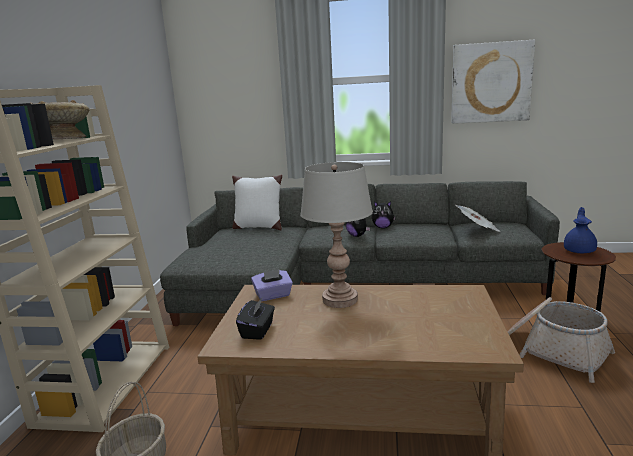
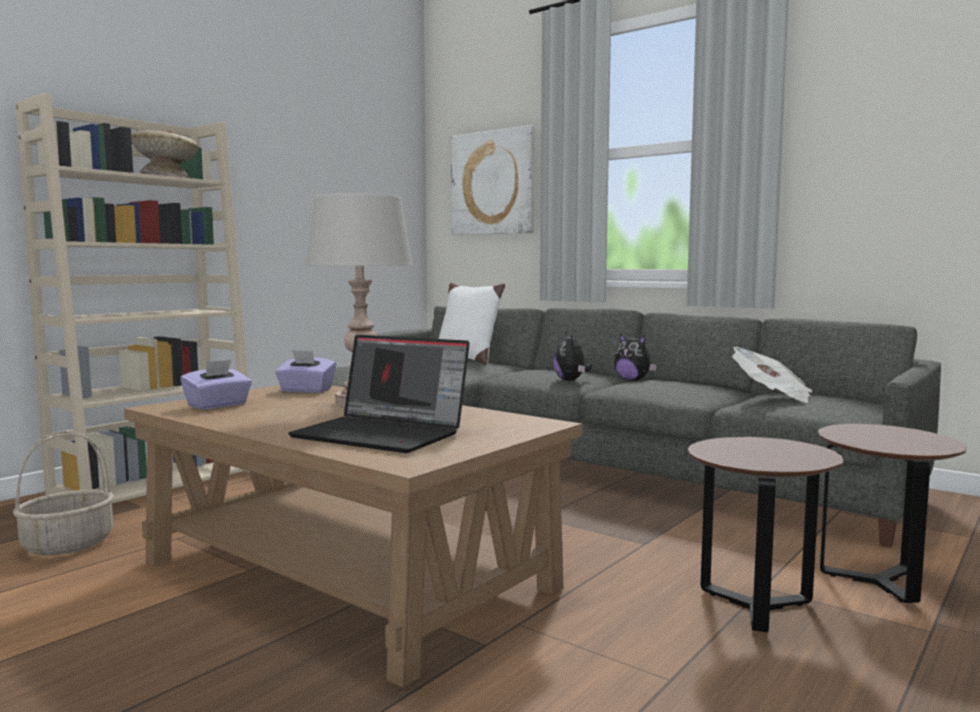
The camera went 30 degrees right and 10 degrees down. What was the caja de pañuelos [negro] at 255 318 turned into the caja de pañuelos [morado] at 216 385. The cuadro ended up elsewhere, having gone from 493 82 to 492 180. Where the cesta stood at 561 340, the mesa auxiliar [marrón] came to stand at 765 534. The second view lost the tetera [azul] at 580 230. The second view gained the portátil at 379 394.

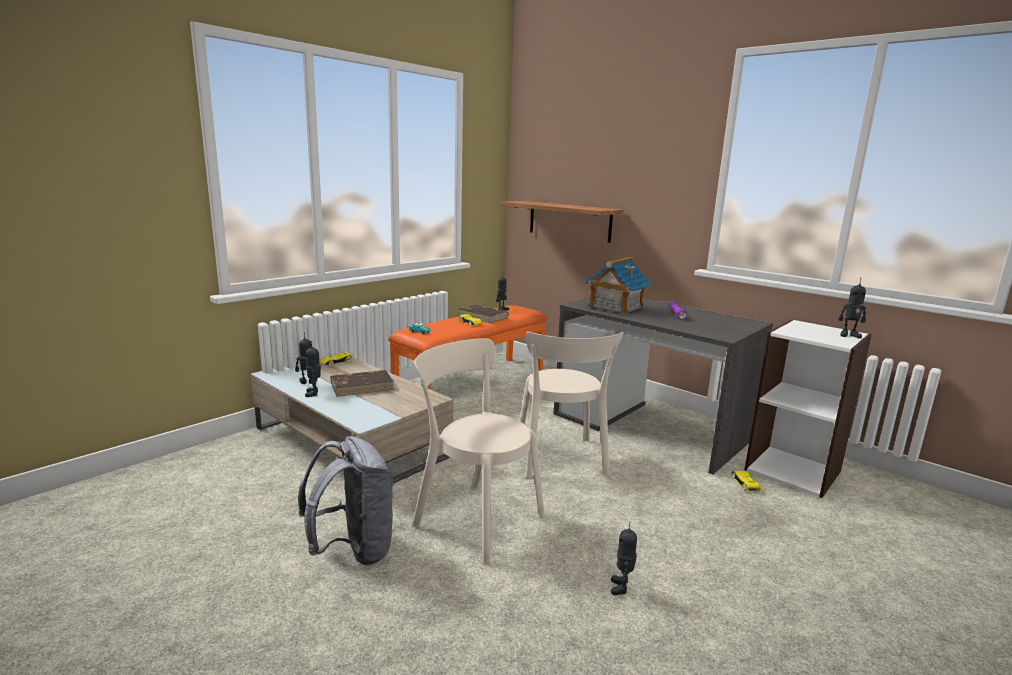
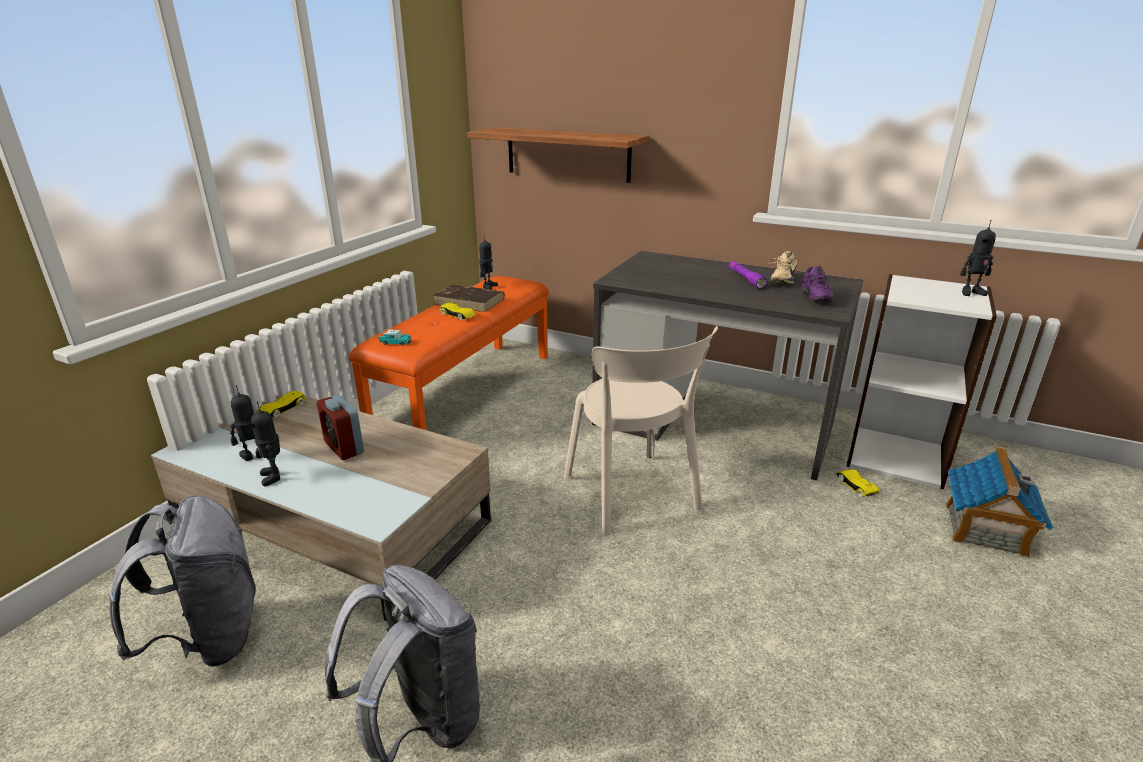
The camera went 15 degrees left and 10 degrees up. Where the libro [marrón] stood at 362 383, the despertador came to stand at 340 427. The second view lost the silla [beis] at 478 451. The casita ended up elsewhere, having gone from 618 286 to 1000 502. The second view lost the robot de juguete at 624 558. The second view gained the mochila [gris] at 182 581. The second view gained the zapato [beis] at 782 267. The second view gained the zapato [morado] at 817 284.

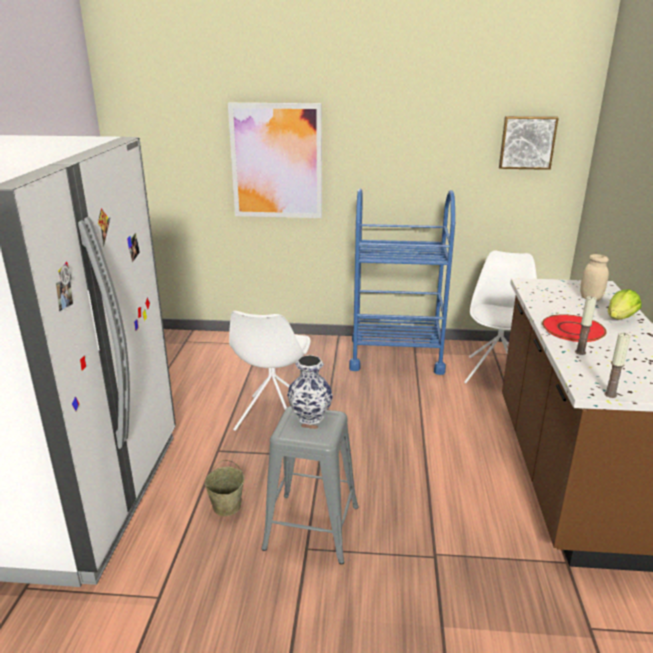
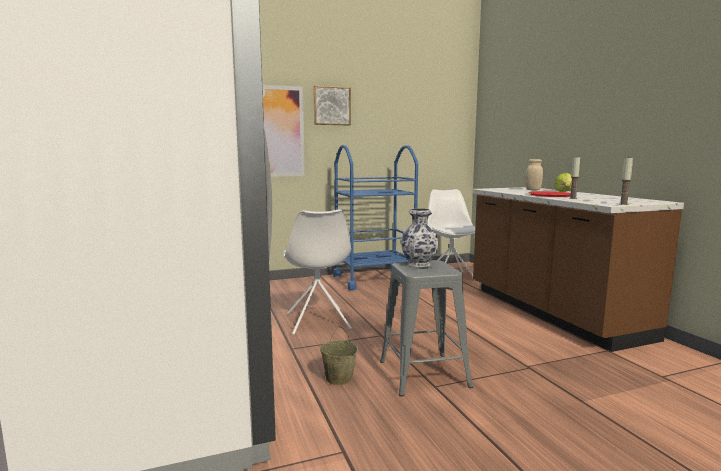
The camera went 25 degrees left and 15 degrees down. The cuadro ended up elsewhere, having gone from 529 143 to 332 105.

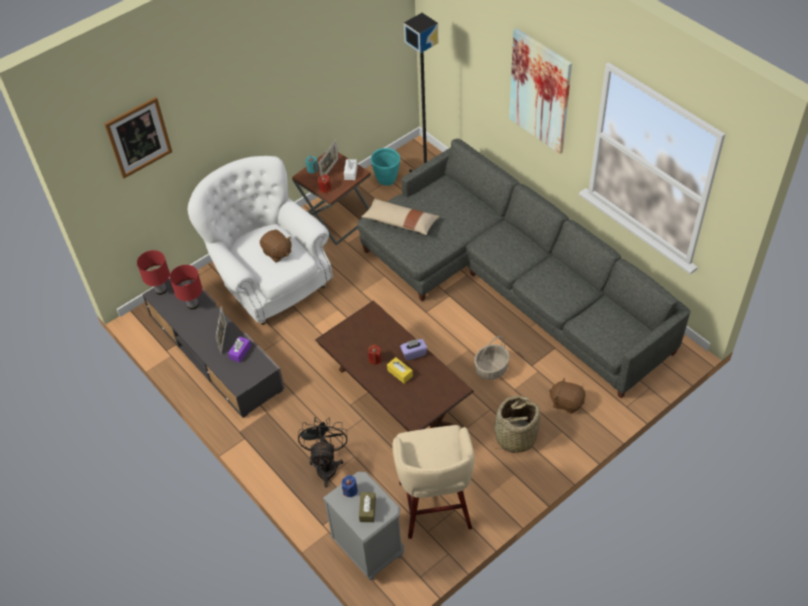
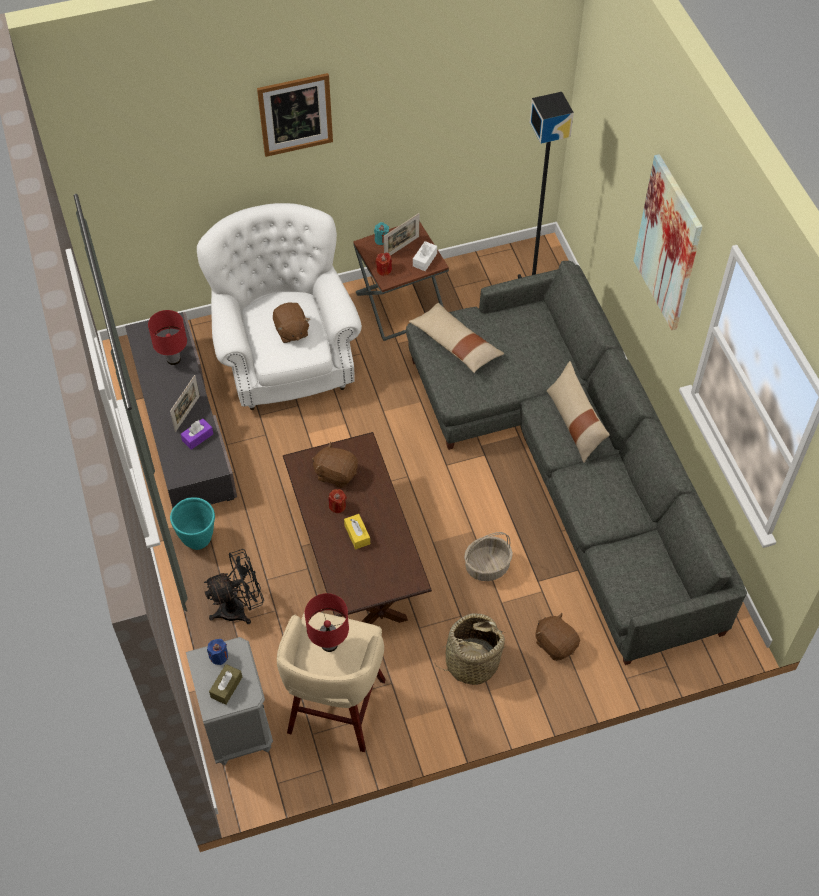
The camera went 20 degrees right and 5 degrees up. The cuadro ended up elsewhere, having gone from 138 138 to 295 115. The lámpara de mesa [rojo] ended up elsewhere, having gone from 153 272 to 327 622. The ventilador [negro] at 322 452 ended up facing another way, 45 degrees clockwise from before. The maceta [turquesa] ended up elsewhere, having gone from 385 167 to 192 523. The second view lost the caja de pañuelos [morado] at 414 350. The second view gained the peluche [marrón] at 335 465. The second view gained the cojín [beis] at 578 412.

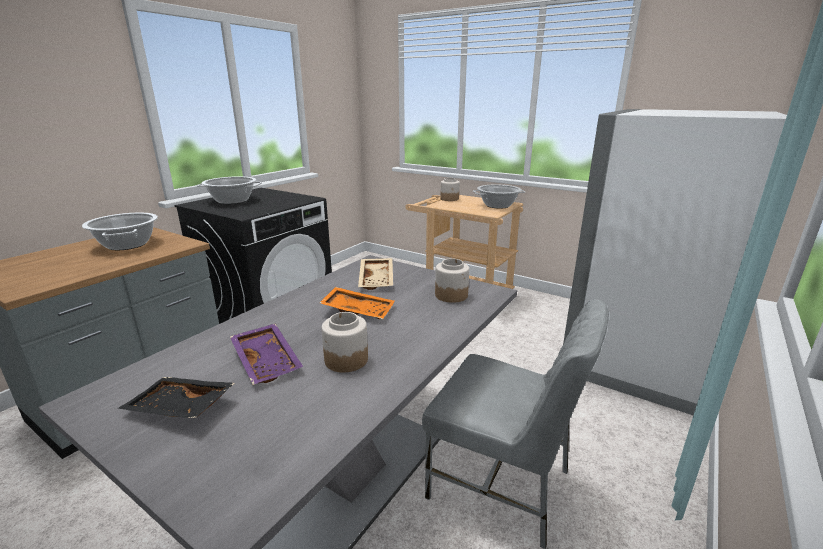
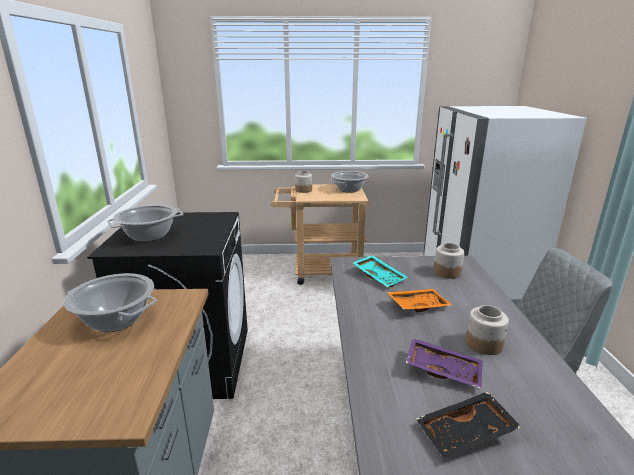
The camera went 35 degrees left and 0 degrees up. What was the bandeja [beis] at 375 274 turned into the bandeja [turquesa] at 380 271.

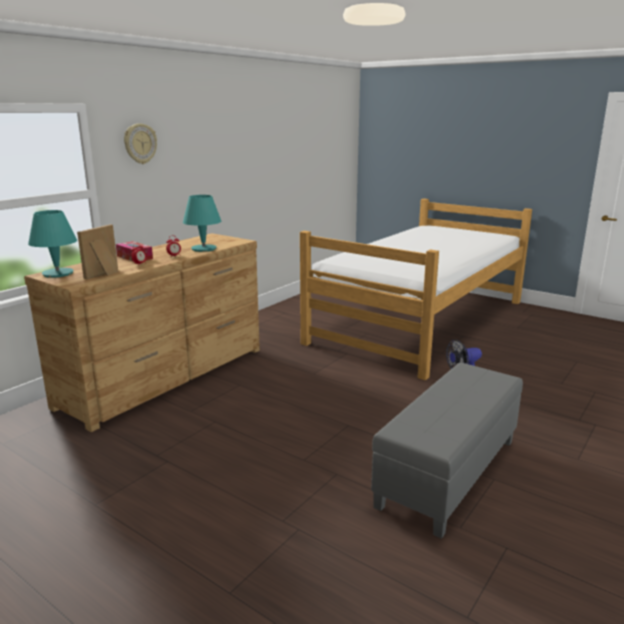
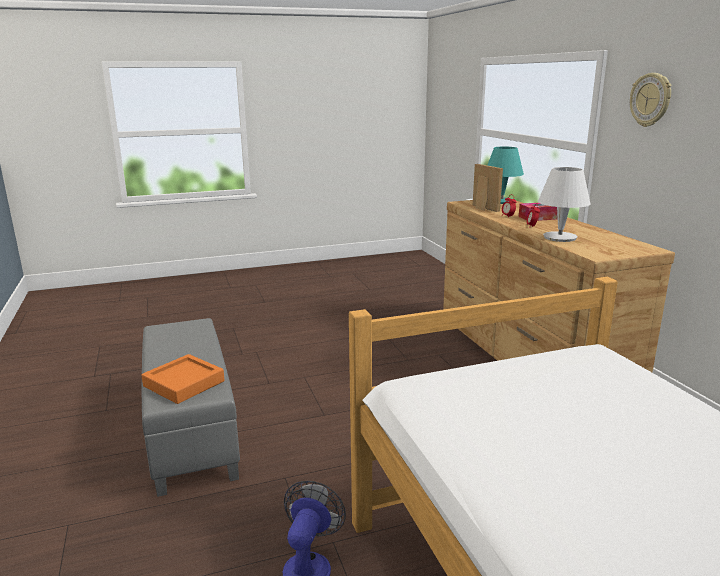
The camera went 125 degrees right and 0 degrees up. What was the lámpara de mesa [turquesa] at 202 223 turned into the lámpara de mesa [blanco] at 564 204. The second view gained the bandeja [naranja] at 182 379.

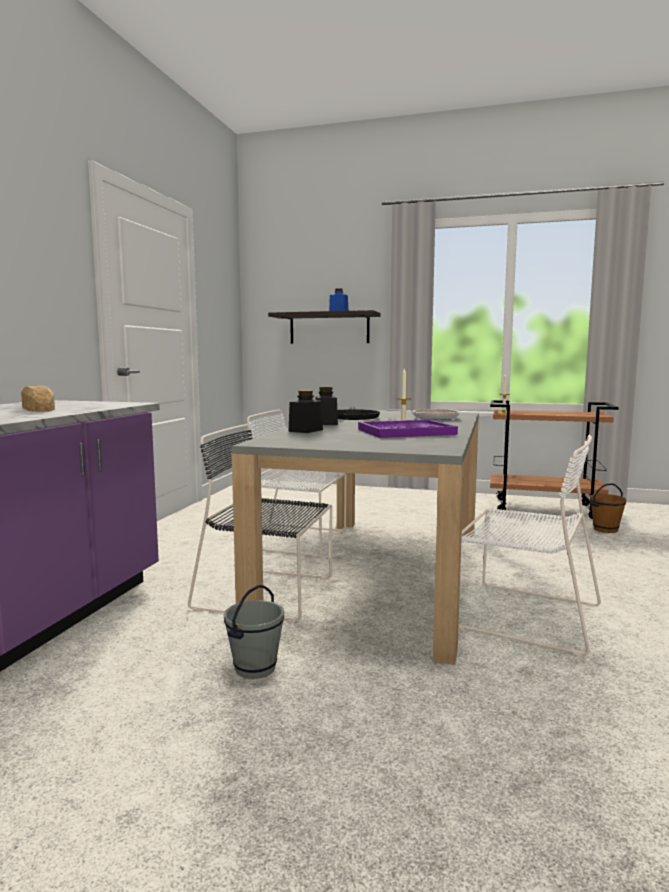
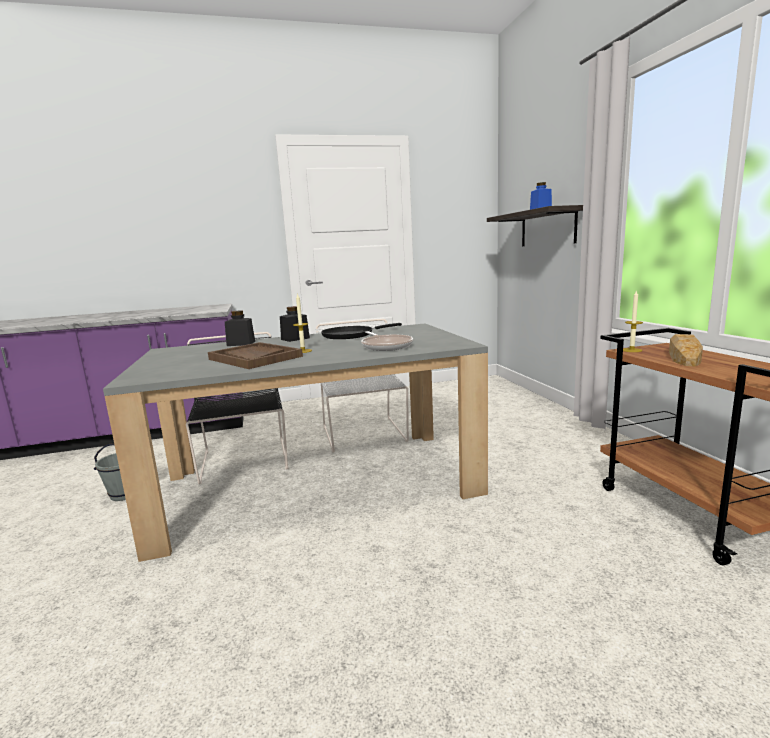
The camera went 60 degrees right and 5 degrees up. The pan ended up elsewhere, having gone from 38 399 to 686 350. What was the bandeja [morado] at 408 429 turned into the bandeja [marrón] at 255 355. The second view lost the silla [blanco] at 529 545. The second view lost the cubo [marrón] at 608 508.

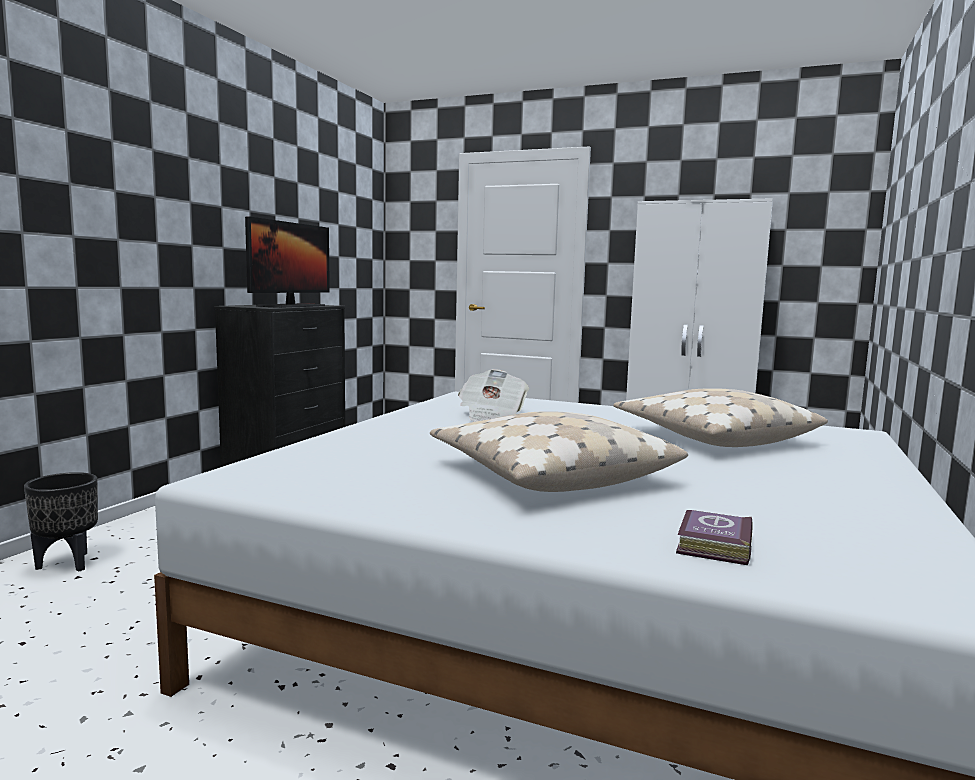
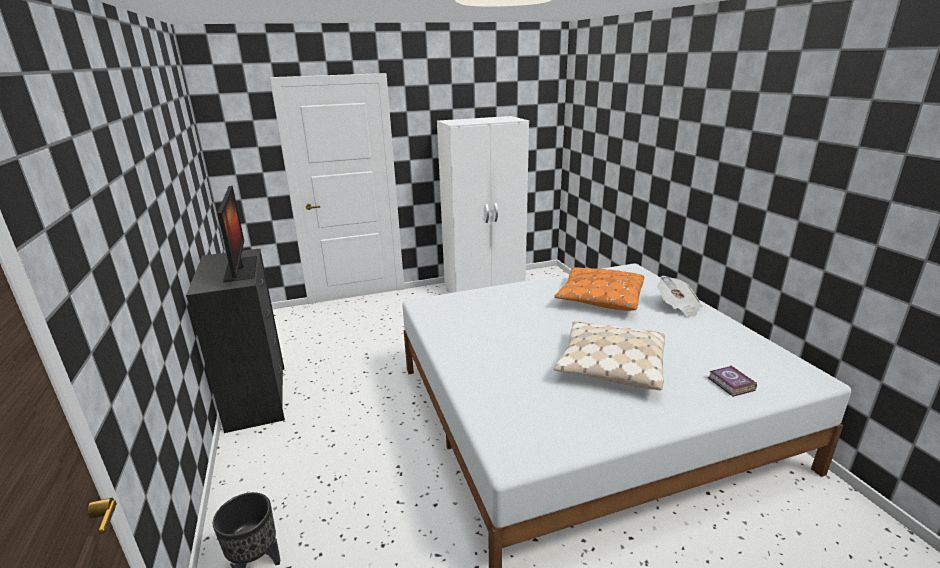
The camera went 40 degrees left and 15 degrees up. The periódico ended up elsewhere, having gone from 493 395 to 679 297. What was the cojín [beis] at 720 417 turned into the cojín [naranja] at 599 289.

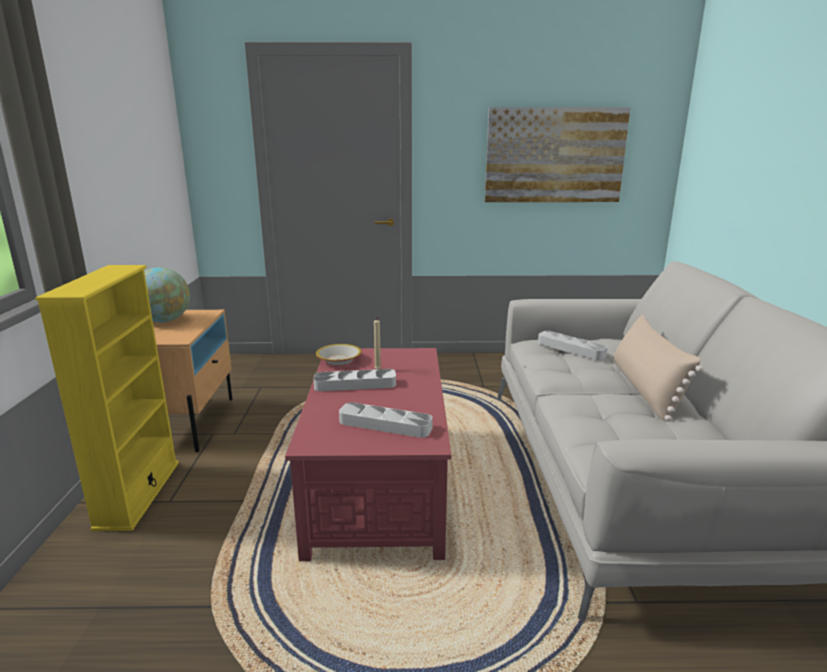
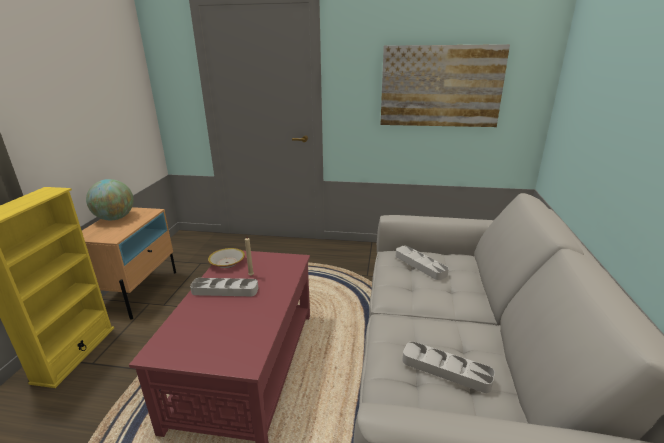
The camera went 10 degrees right and 5 degrees up. The bandeja [gris] ended up elsewhere, having gone from 386 420 to 449 367. The second view lost the cojín [beis] at 658 368.

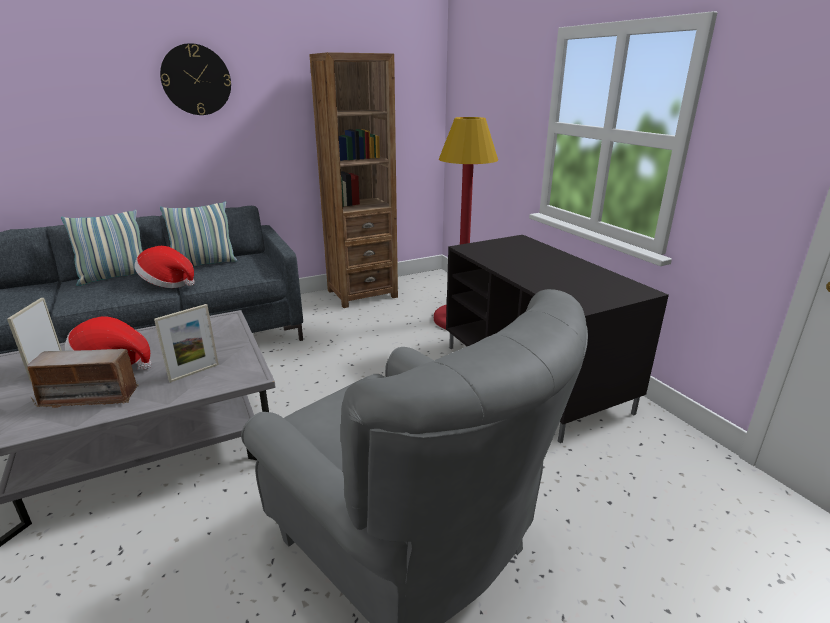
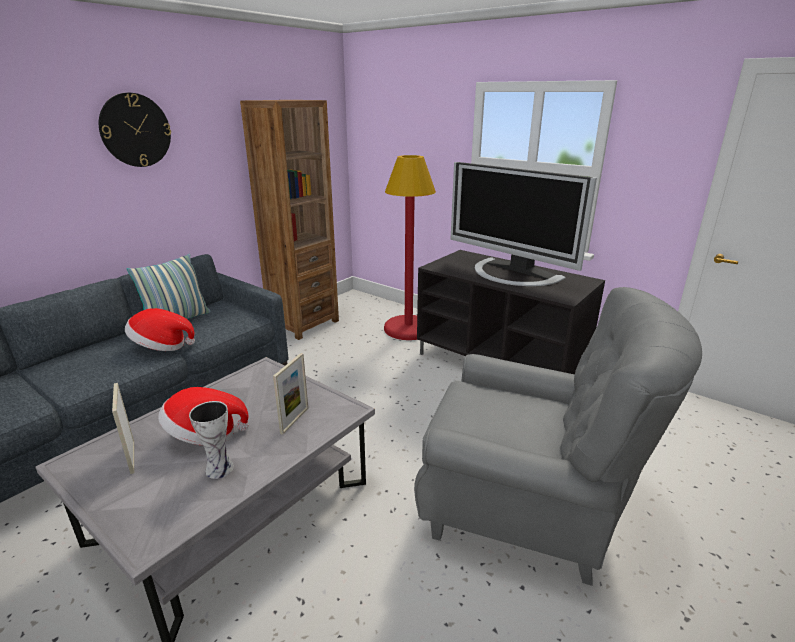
The camera went 25 degrees left and 0 degrees up. Where the radio stood at 83 378, the florero came to stand at 211 440. The second view lost the cojín at 102 248. The second view gained the televisor at 523 224.

